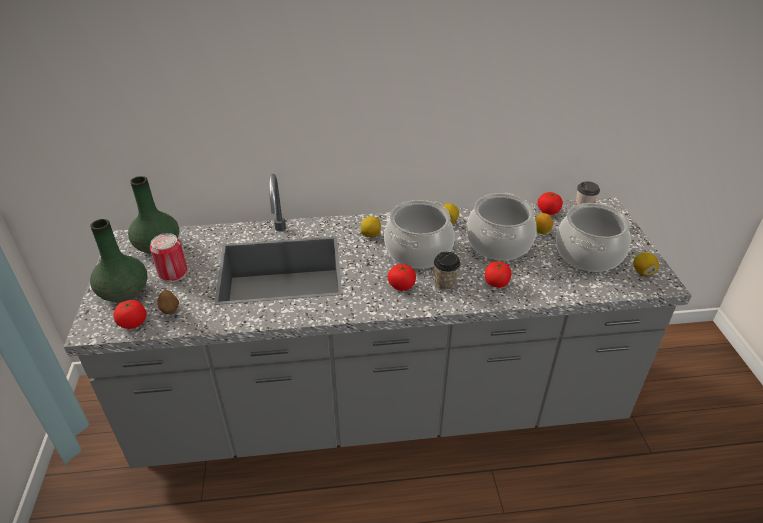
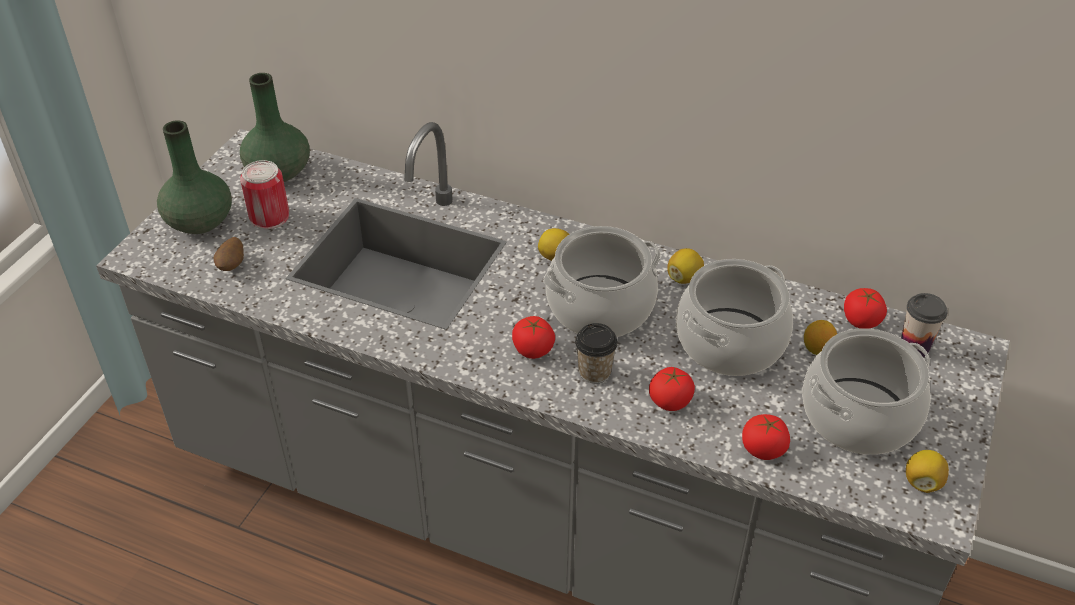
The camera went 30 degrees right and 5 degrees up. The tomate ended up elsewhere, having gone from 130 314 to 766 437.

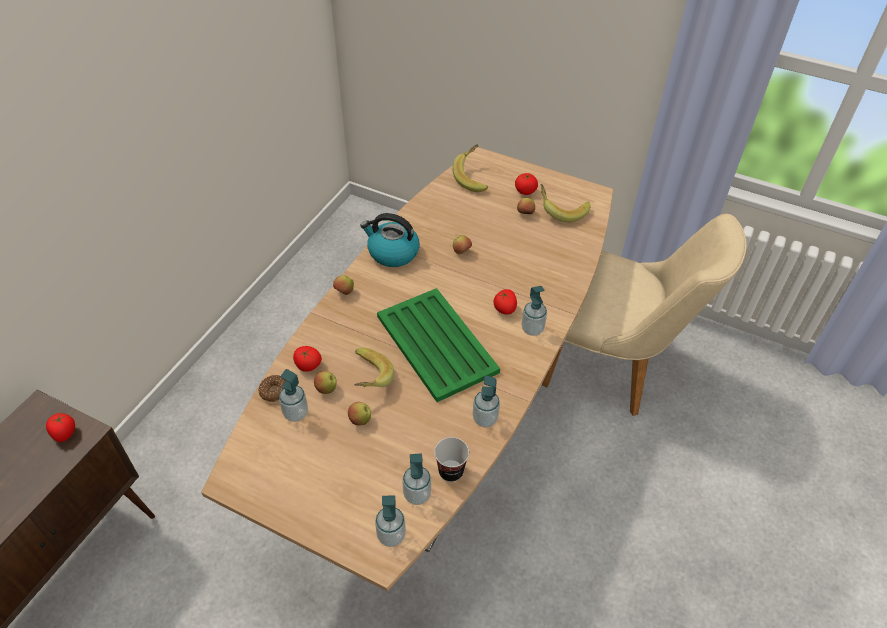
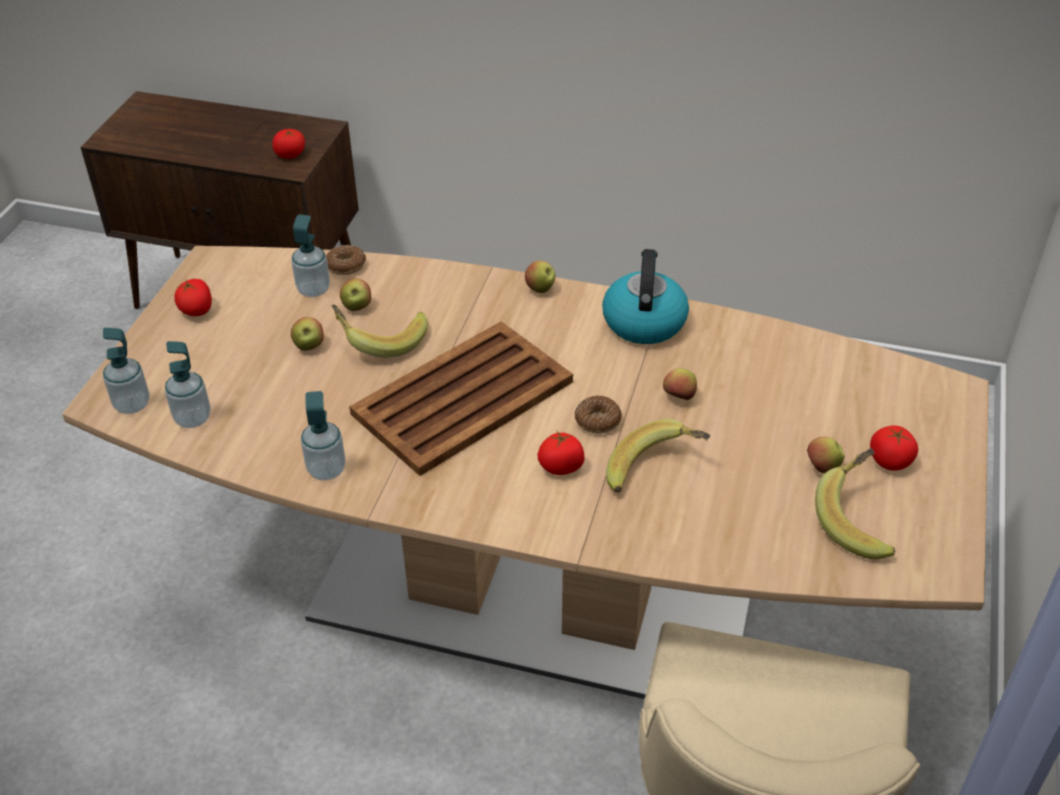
The camera went 80 degrees right and 5 degrees down. The tomate ended up elsewhere, having gone from 307 359 to 193 297. What was the bandeja [verde] at 438 345 turned into the bandeja [marrón] at 461 398. The second view lost the taza at 451 459. The plátano ended up elsewhere, having gone from 470 168 to 658 456. The second view lost the dispensador de jabón at 534 311. The second view gained the rosquilla at 598 414.

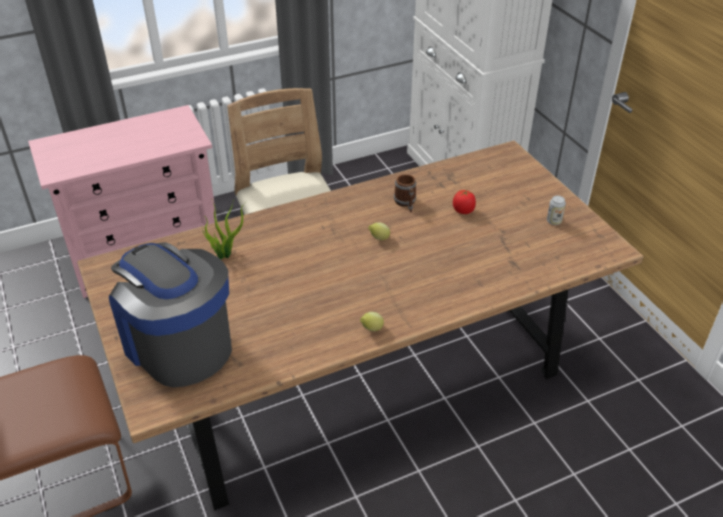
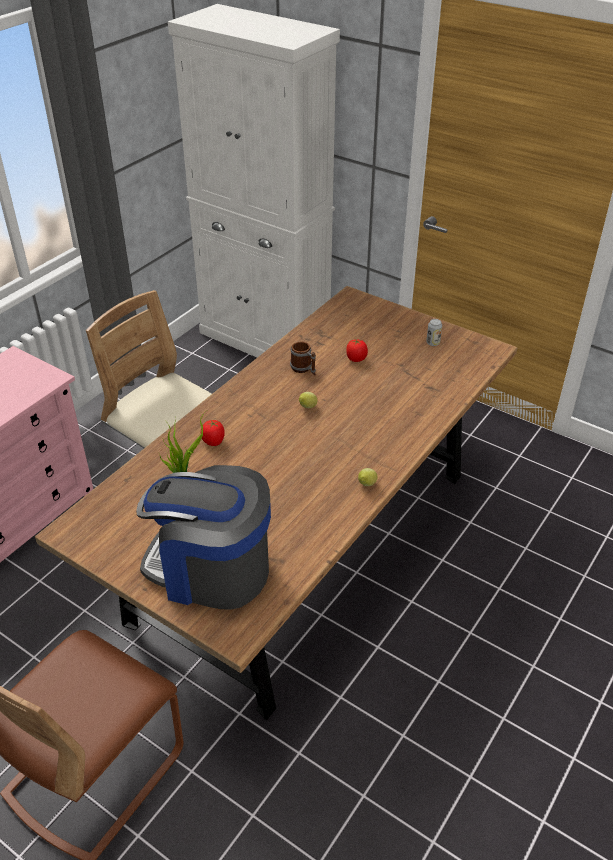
The camera went 30 degrees left and 0 degrees up. The second view gained the tomate at 213 433.

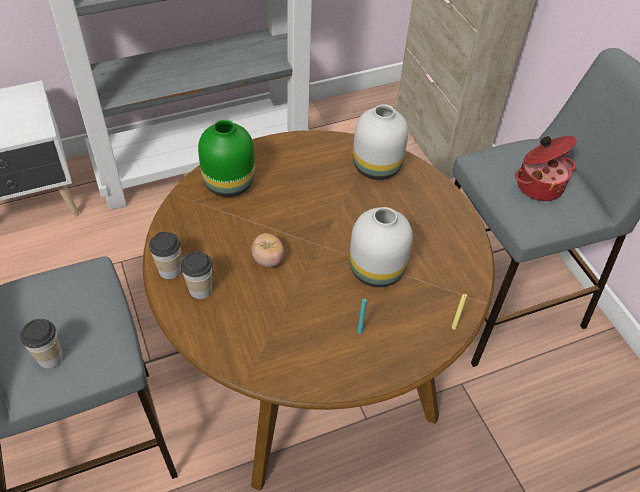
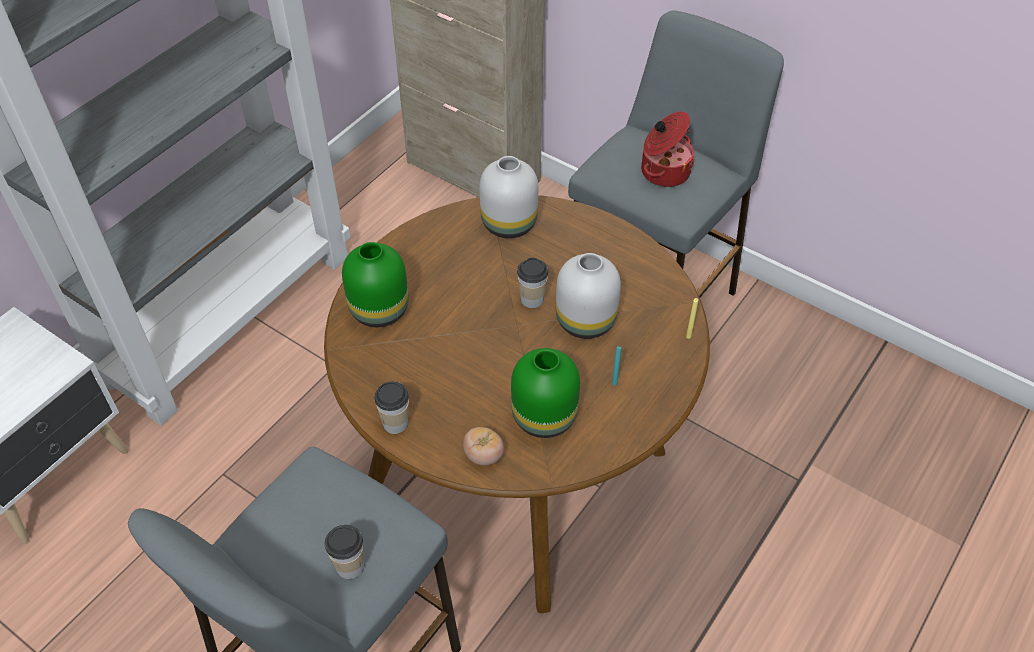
The camera went 30 degrees left and 0 degrees up. The taza ended up elsewhere, having gone from 196 275 to 532 283. The tomate ended up elsewhere, having gone from 268 250 to 483 446. The second view gained the florero [verde] at 545 393.

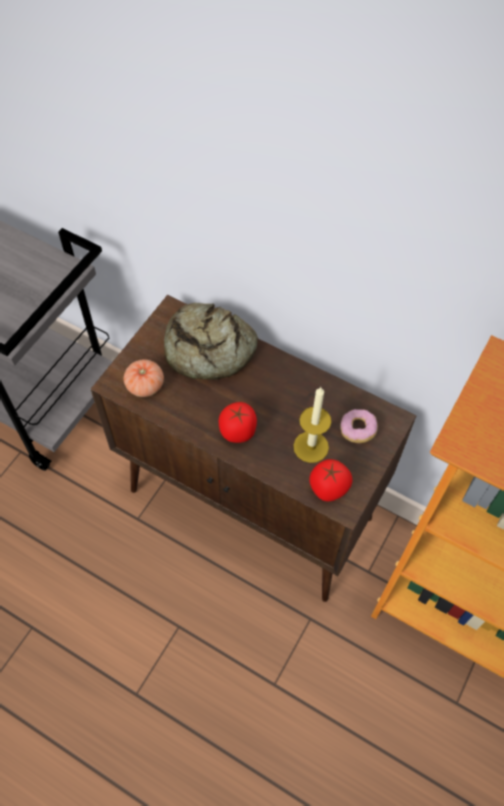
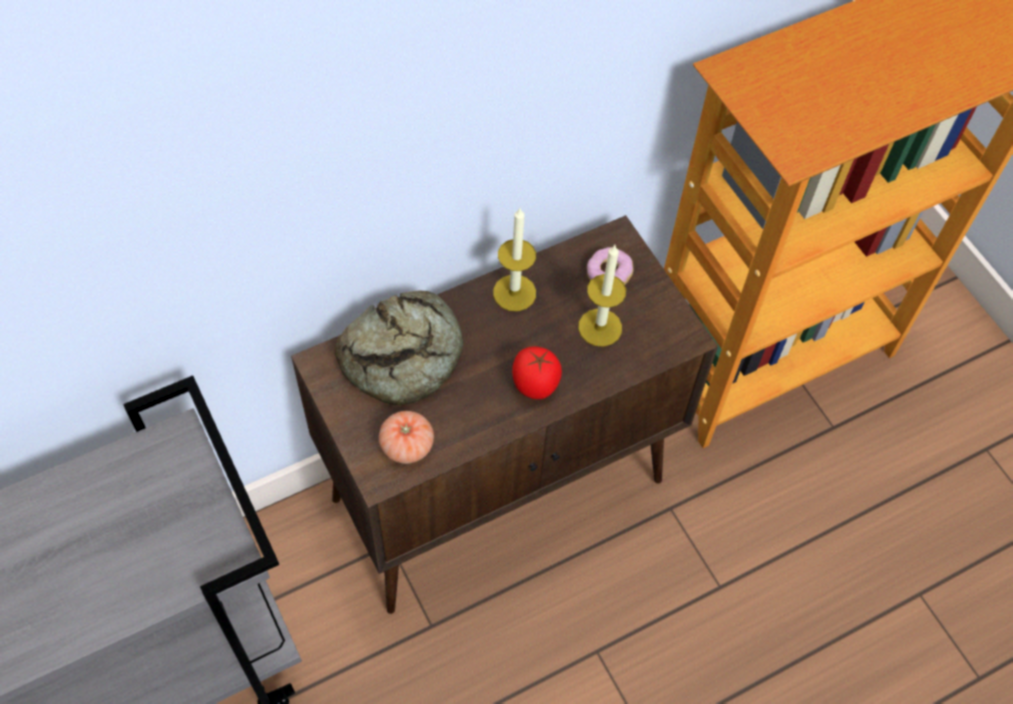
The camera went 60 degrees left and 0 degrees up. The second view lost the tomate at 331 480. The second view gained the vela at 514 259.

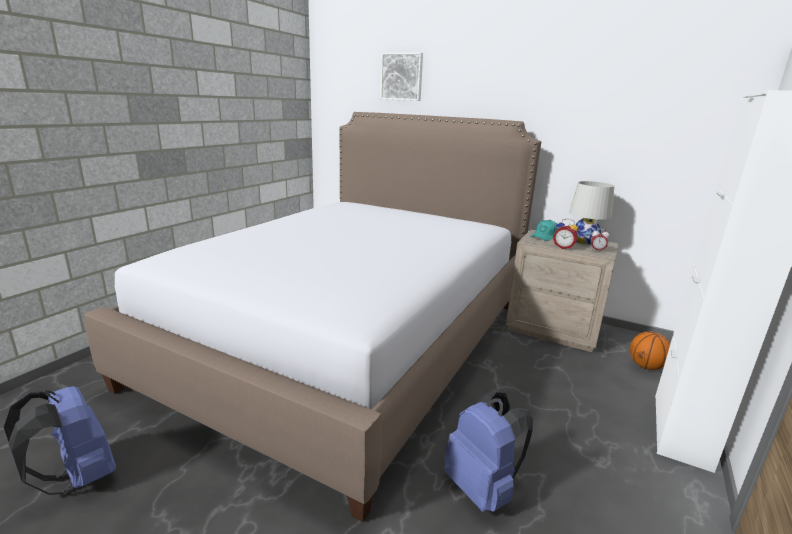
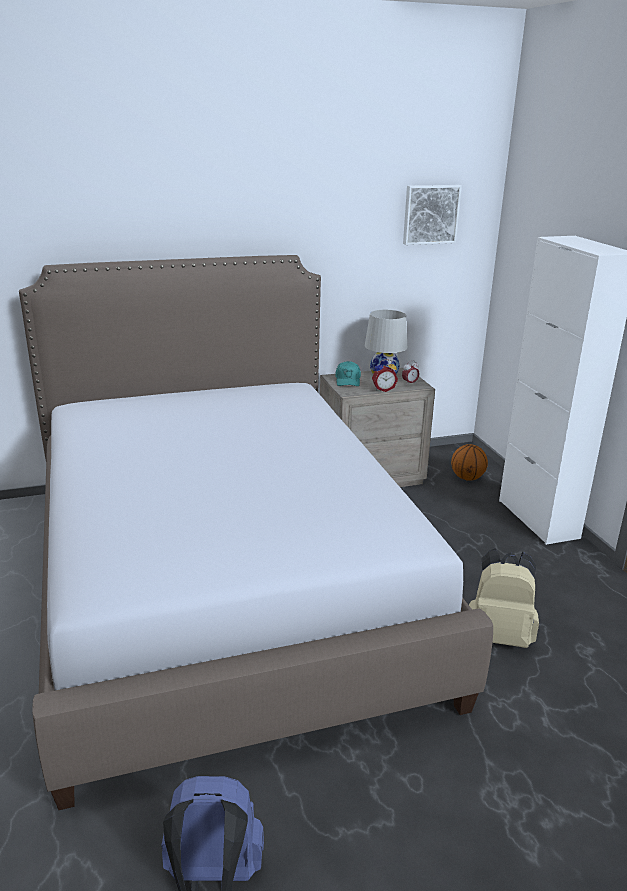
The camera went 45 degrees left and 5 degrees up. The cuadro ended up elsewhere, having gone from 401 77 to 432 215. What was the mochila [azul] at 488 451 turned into the mochila [beis] at 504 598.

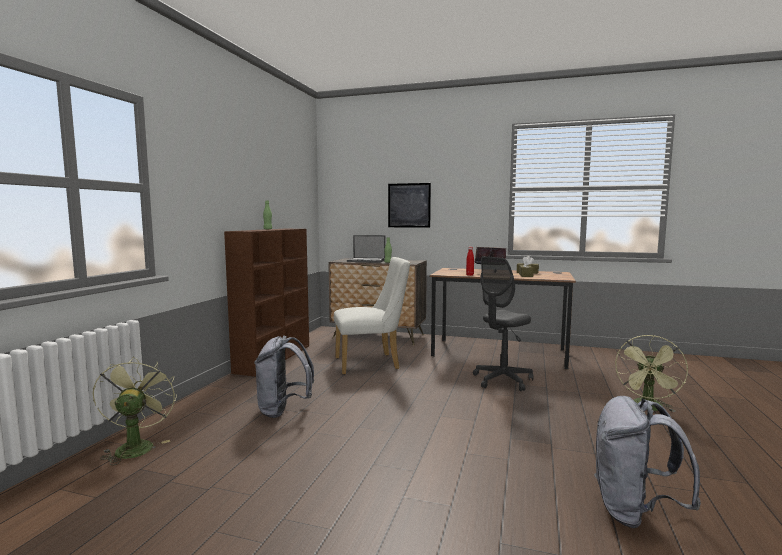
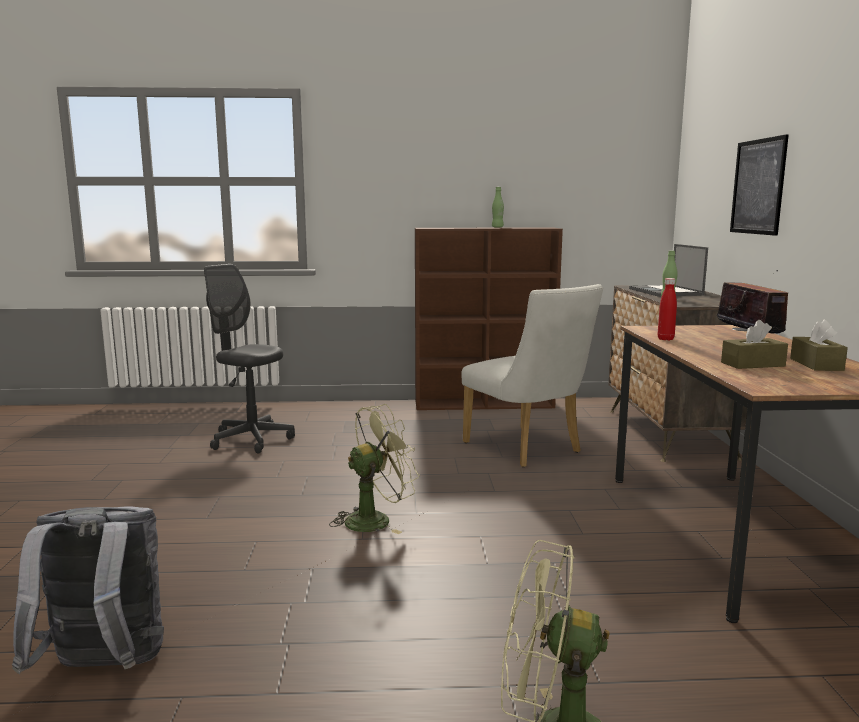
The camera went 70 degrees right and 5 degrees up. The ventilador [verde] ended up elsewhere, having gone from 135 411 to 374 469. The second view lost the mochila [gris] at 284 376. The silla de oficina [gris] ended up elsewhere, having gone from 503 323 to 249 358.

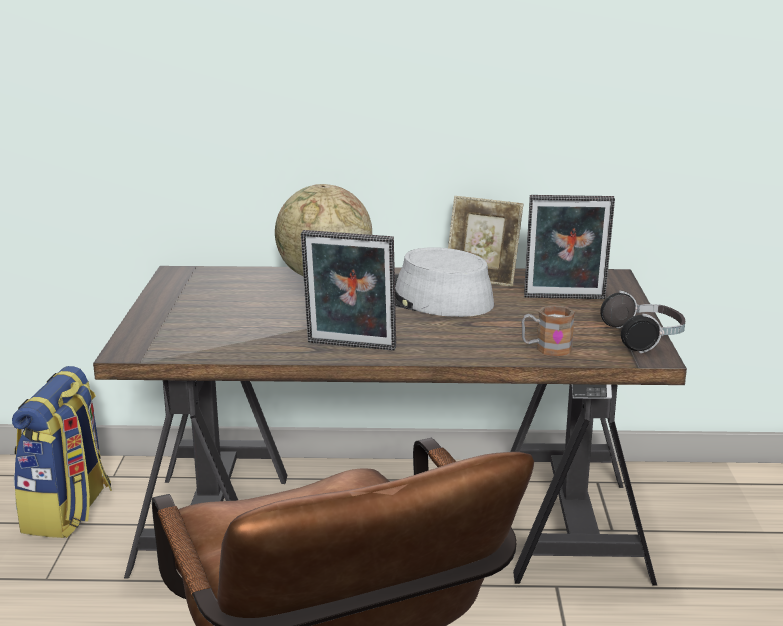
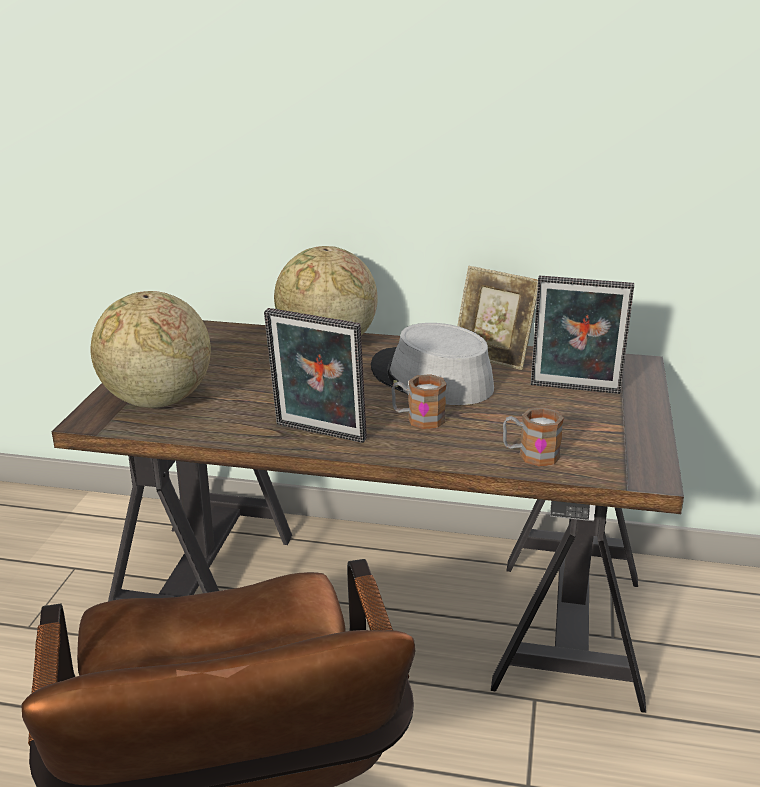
The camera went 10 degrees right and 5 degrees up. The second view lost the mochila at 62 452. The second view lost the auriculares at 642 322. The second view gained the globo terráqueo at 150 349. The second view gained the taza grande at 419 401.

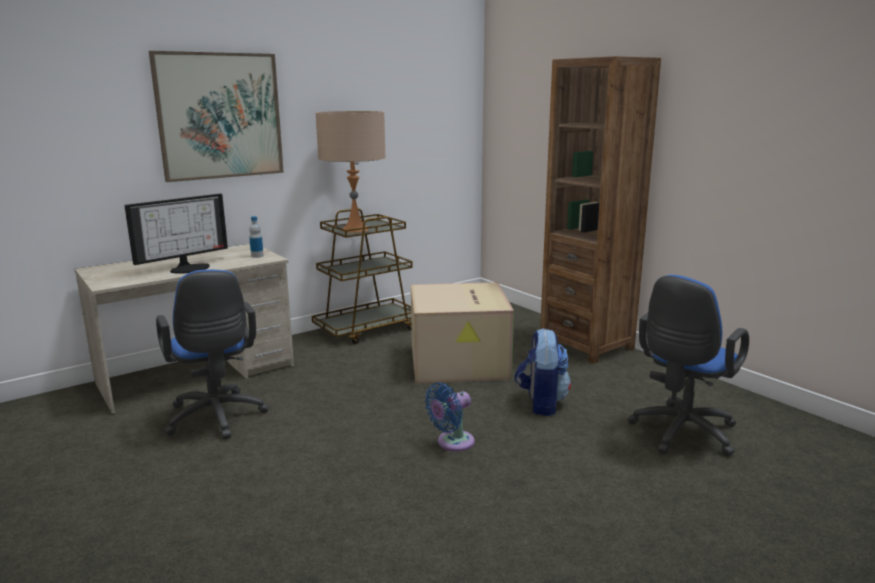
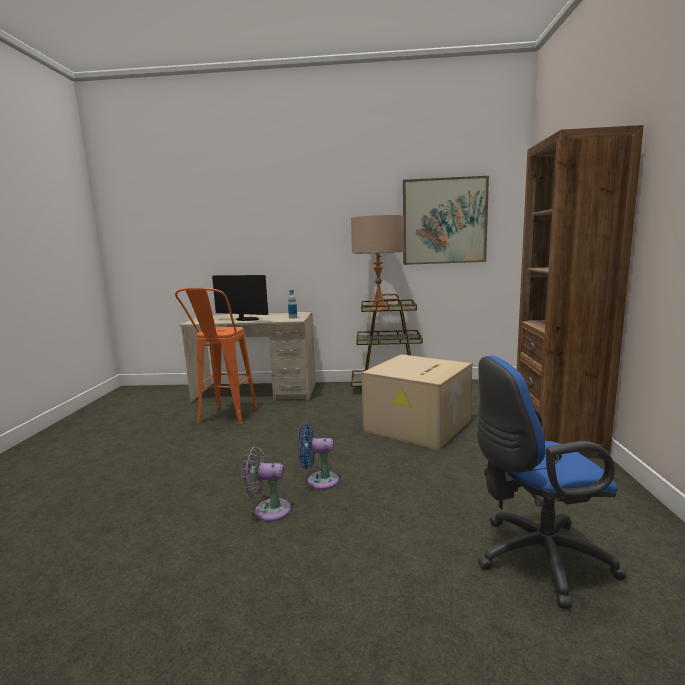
The camera went 40 degrees right and 5 degrees down. The monitor at 176 234 ended up facing another way, 150 degrees counterclockwise from before. The cuadro ended up elsewhere, having gone from 216 116 to 446 220. Where the silla de oficina [azul] stood at 212 354, the taburete [naranja] came to stand at 216 355. The second view lost the mochila at 543 372. The second view gained the ventilador [gris] at 266 484.

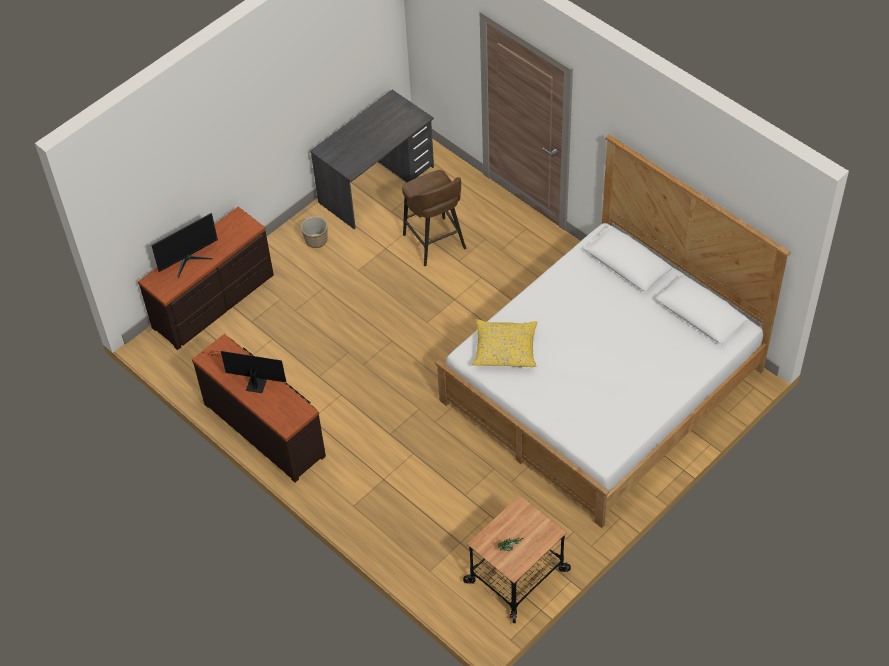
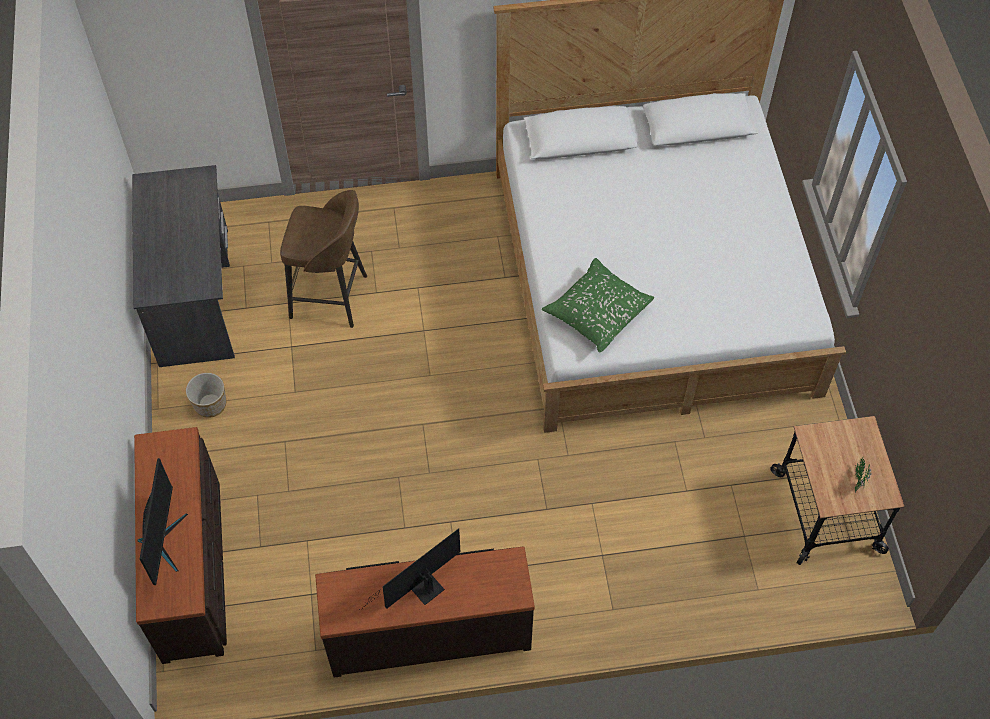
The camera went 55 degrees left and 5 degrees up. What was the cojín [amarillo] at 505 343 turned into the cojín [verde] at 598 305.

